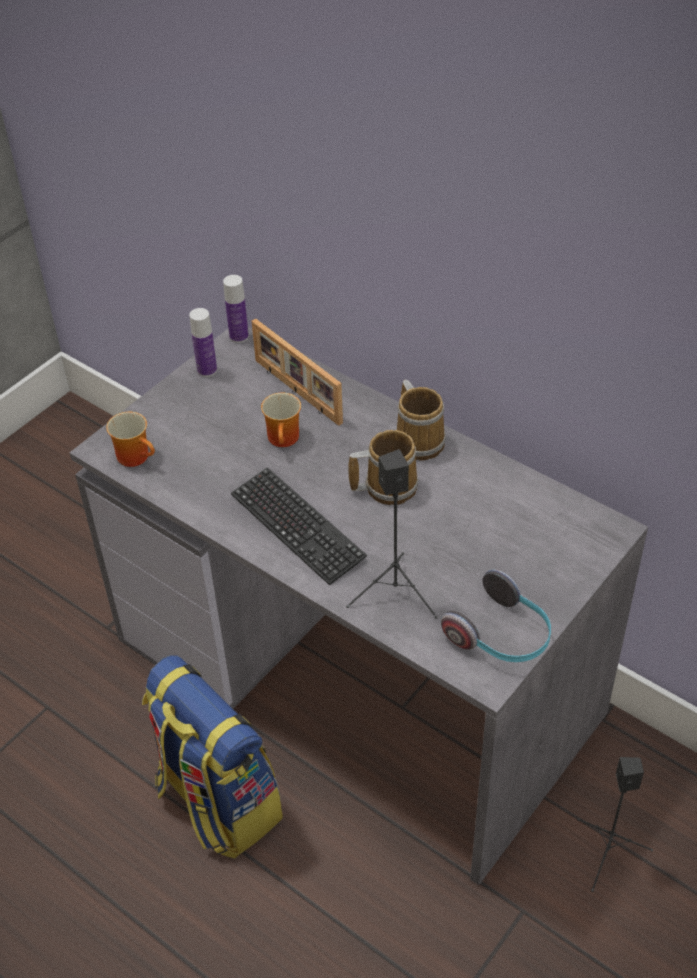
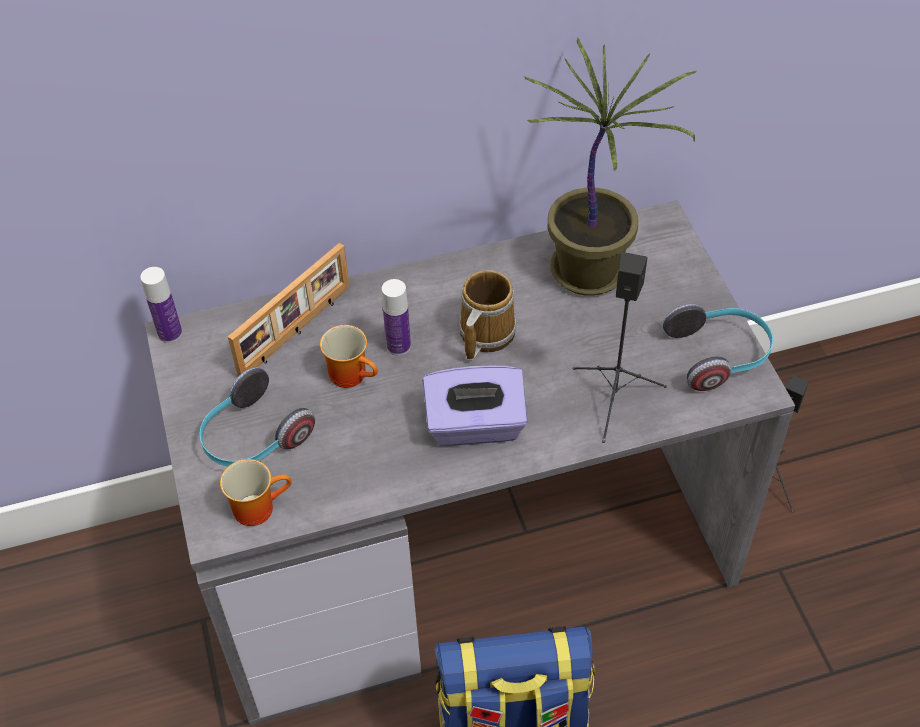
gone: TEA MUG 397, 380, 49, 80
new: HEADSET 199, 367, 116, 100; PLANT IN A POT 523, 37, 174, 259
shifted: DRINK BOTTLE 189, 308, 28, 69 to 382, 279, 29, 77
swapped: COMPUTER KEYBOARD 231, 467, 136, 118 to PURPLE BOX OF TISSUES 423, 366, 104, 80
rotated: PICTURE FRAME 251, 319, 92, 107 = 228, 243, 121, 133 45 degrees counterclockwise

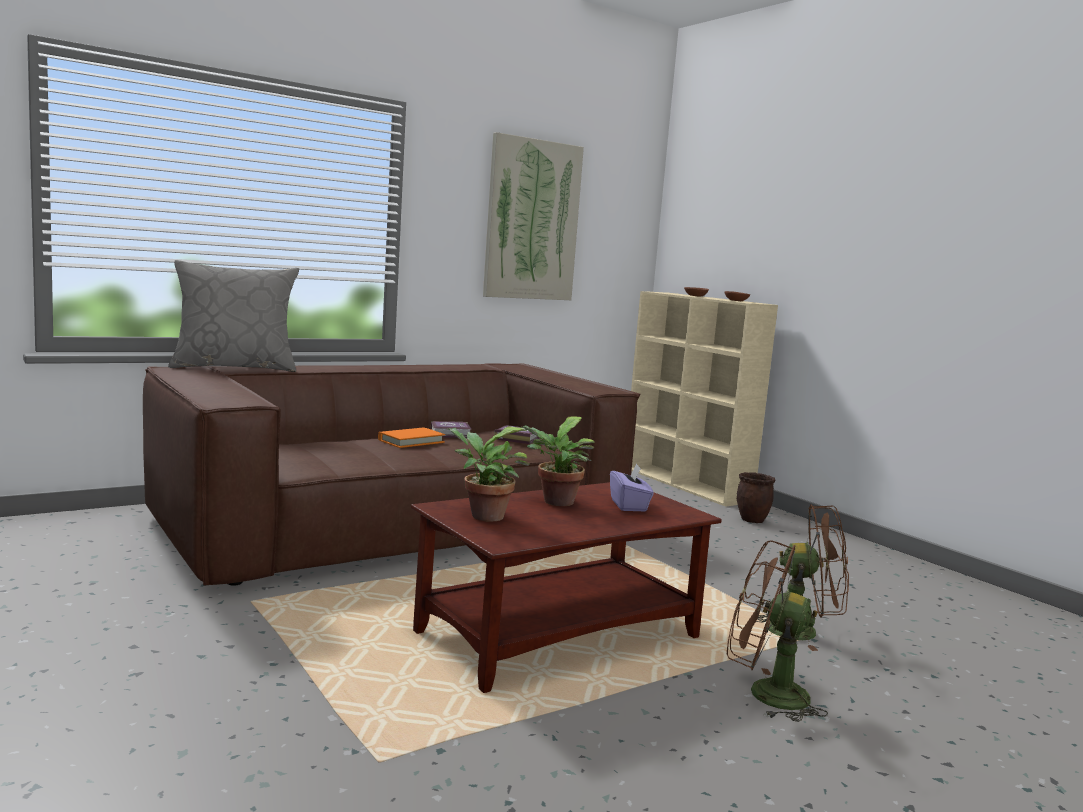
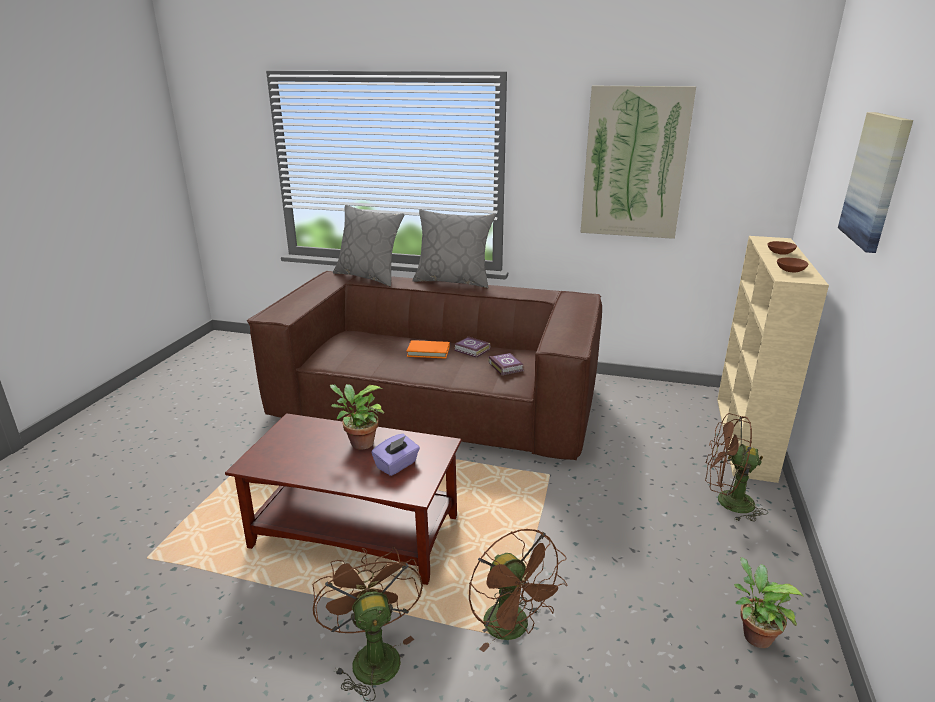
new: GREY CUSHION 413, 209, 83, 79; WALL ART 838, 112, 75, 141
shifted: PLANT IN A POT 447, 426, 83, 95 to 734, 557, 70, 91
swapped: BROWN PLANT POT 737, 472, 39, 51 to BROWN COOLING FAN 705, 413, 63, 109

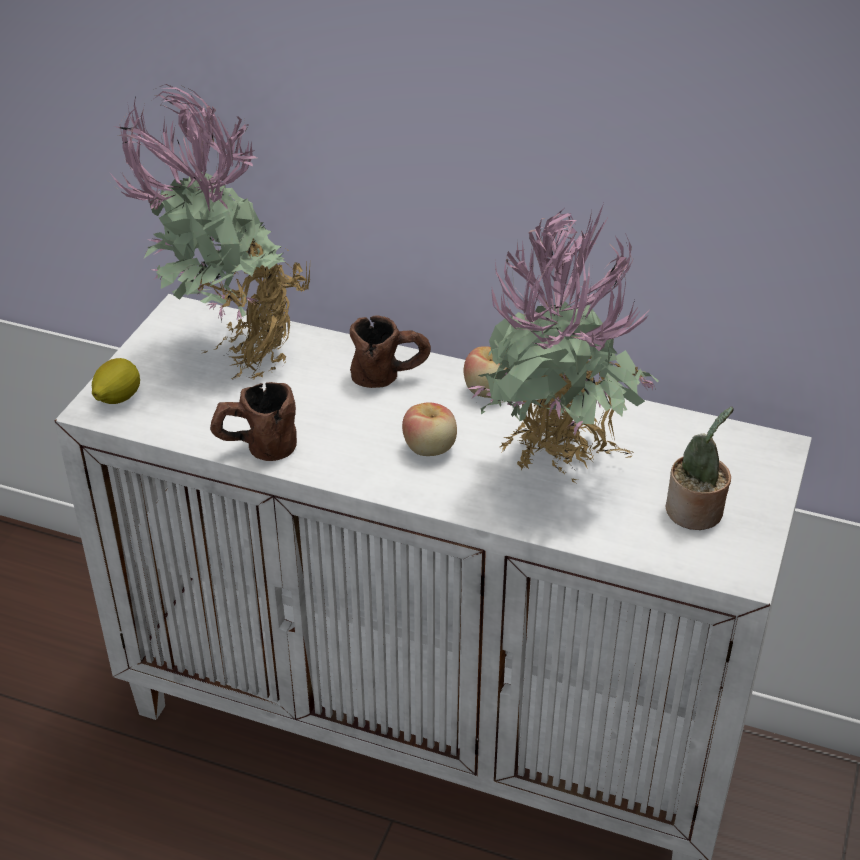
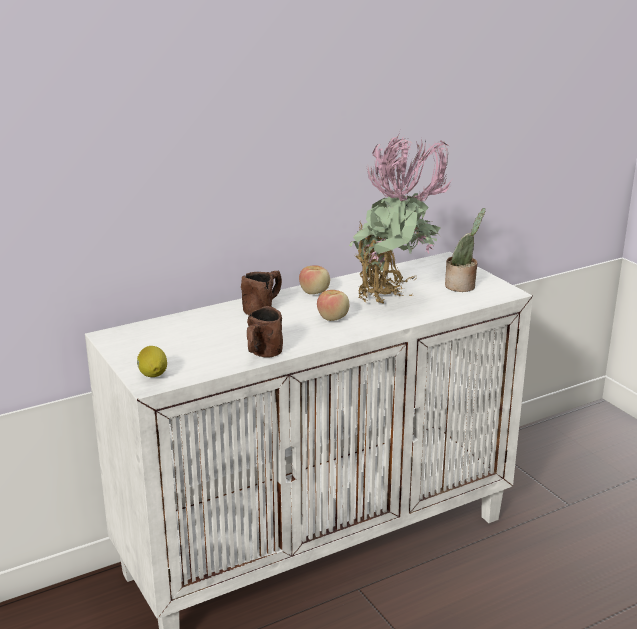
gone: PLANT IN A POT 110, 84, 201, 296

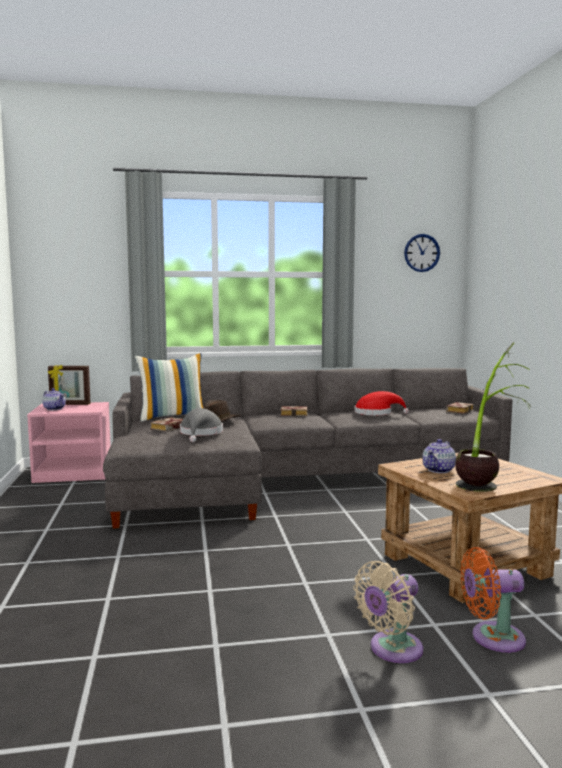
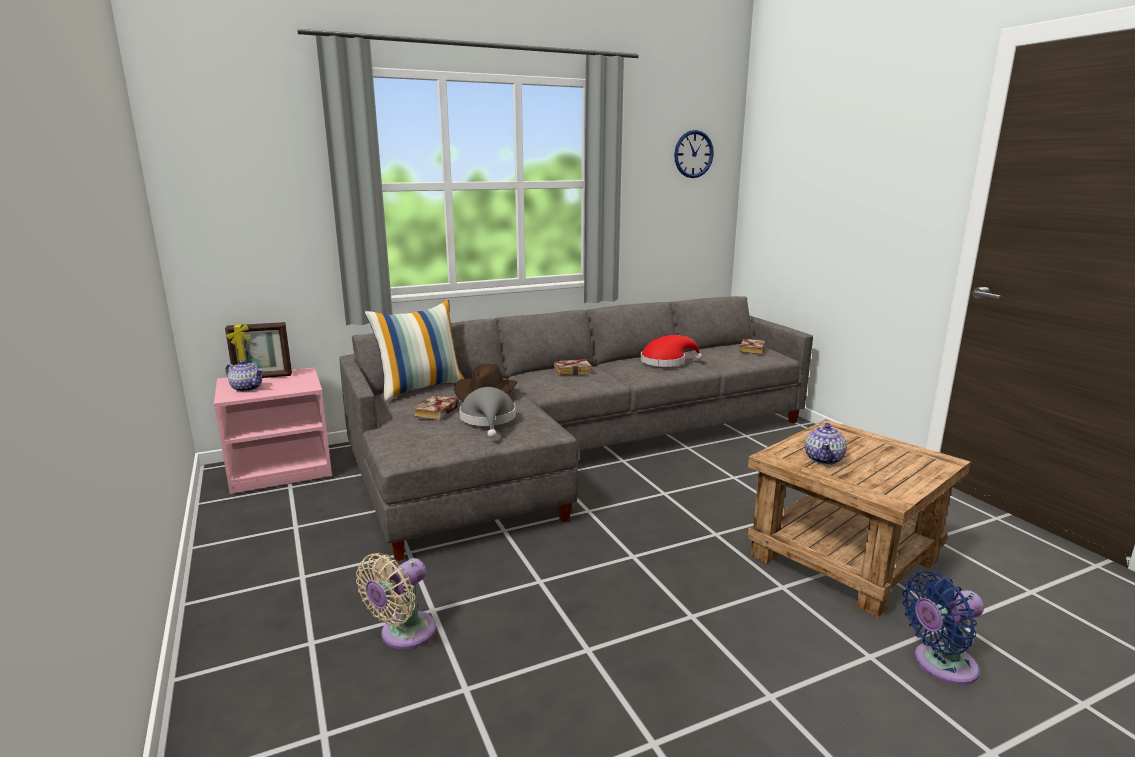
gone: PLANT IN A POT 455, 342, 75, 150
shifted: BEIGE-COLOURED COOLING FAN 353, 561, 70, 102 to 356, 553, 80, 96
repainted: ORANGE-COLOURED COOLING FAN 460, 547, 66, 106 to BLUE COOLING FAN 902, 571, 82, 114

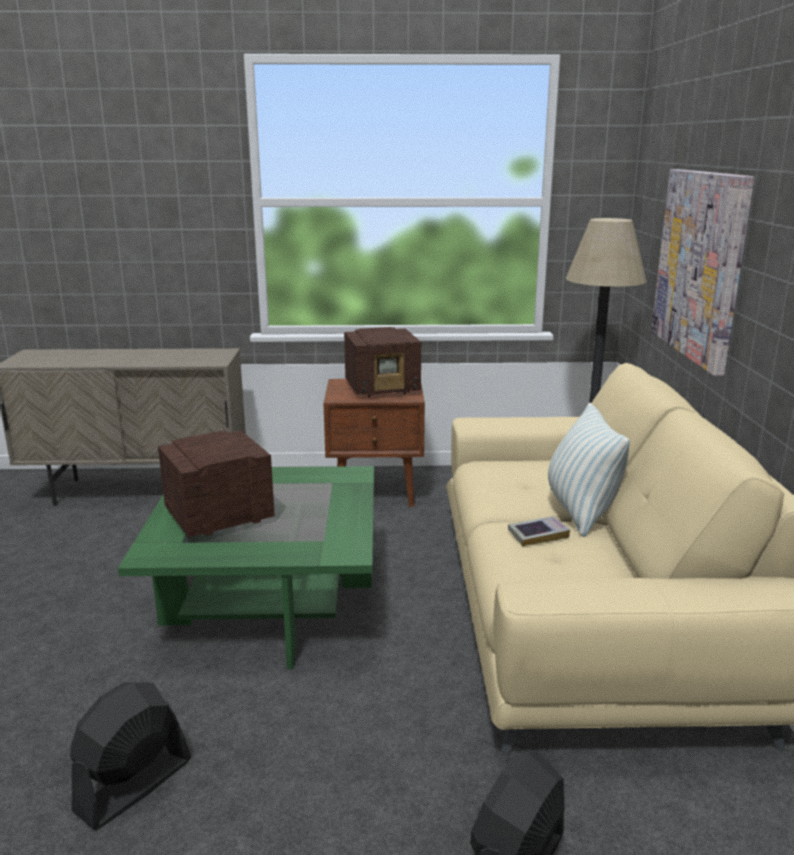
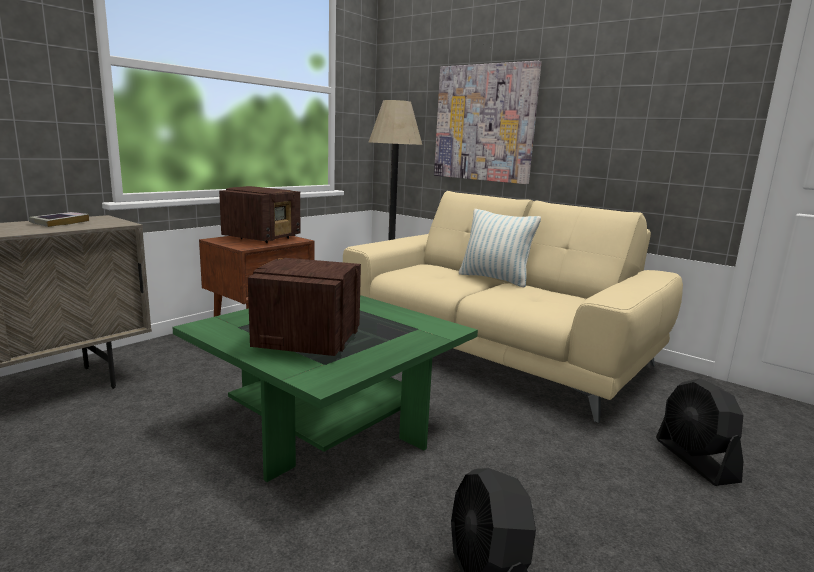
shifted: BOUND BOOK 508, 516, 62, 30 to 29, 212, 60, 15

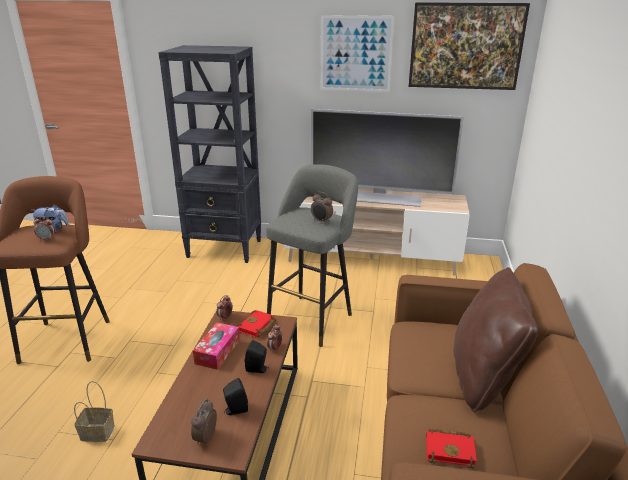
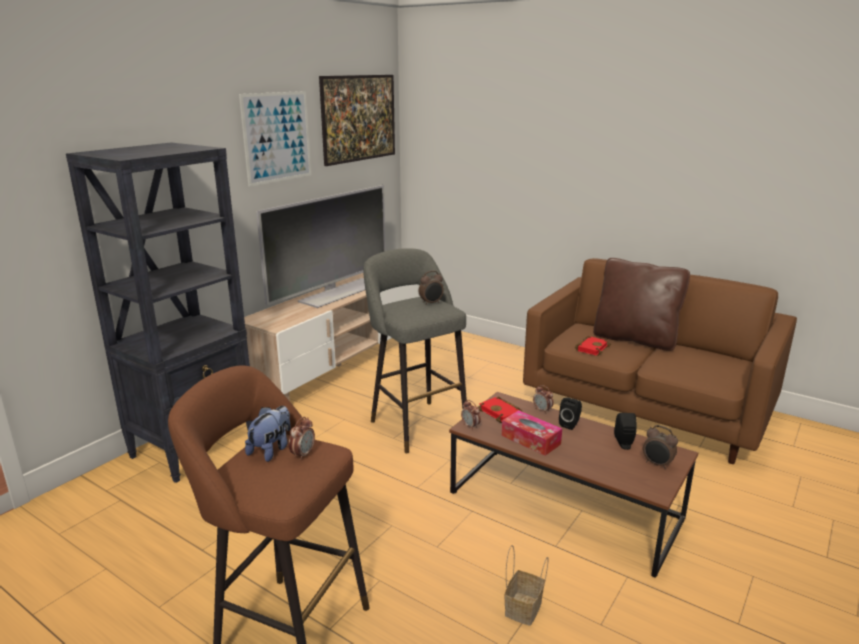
shifted: RED BOUND BOOK 426, 429, 51, 40 to 575, 336, 36, 20

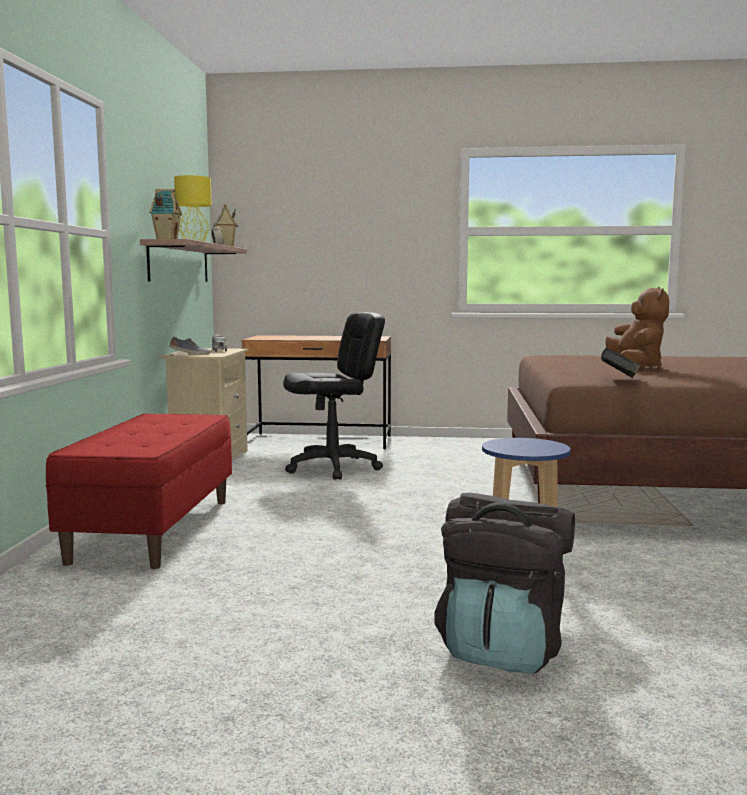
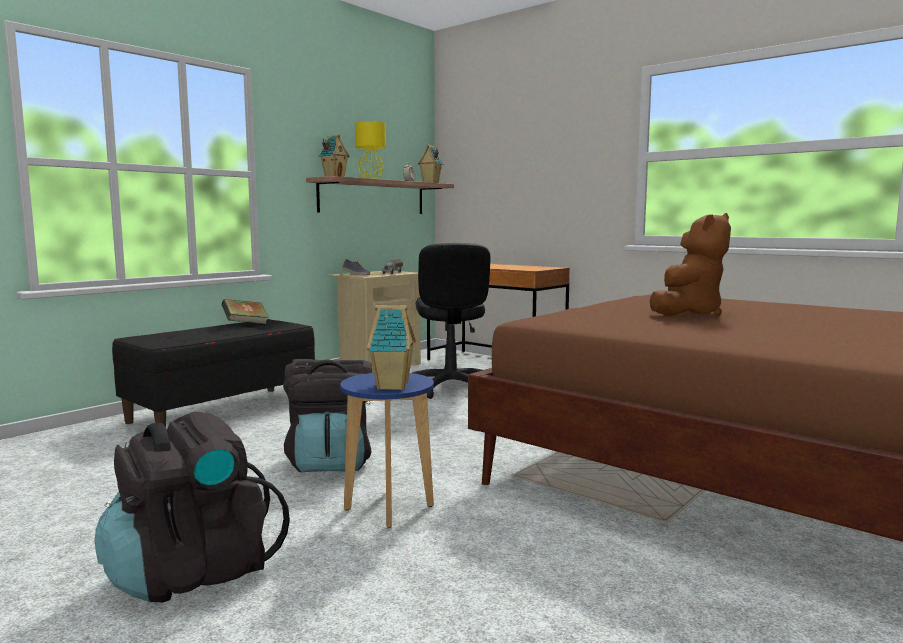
new: BLACK RUCKSACK 283, 359, 89, 113; MODEL HOUSE 367, 305, 49, 85
shifted: BOUND BOOK 601, 348, 40, 30 to 221, 299, 48, 25
repainted: RED LONG SEAT 46, 414, 186, 155 to BLACK LONG SEAT 112, 319, 203, 108
rotated: BLACK COMPUTER CHAIR 283, 312, 102, 168 = 412, 243, 79, 156 75 degrees clockwise

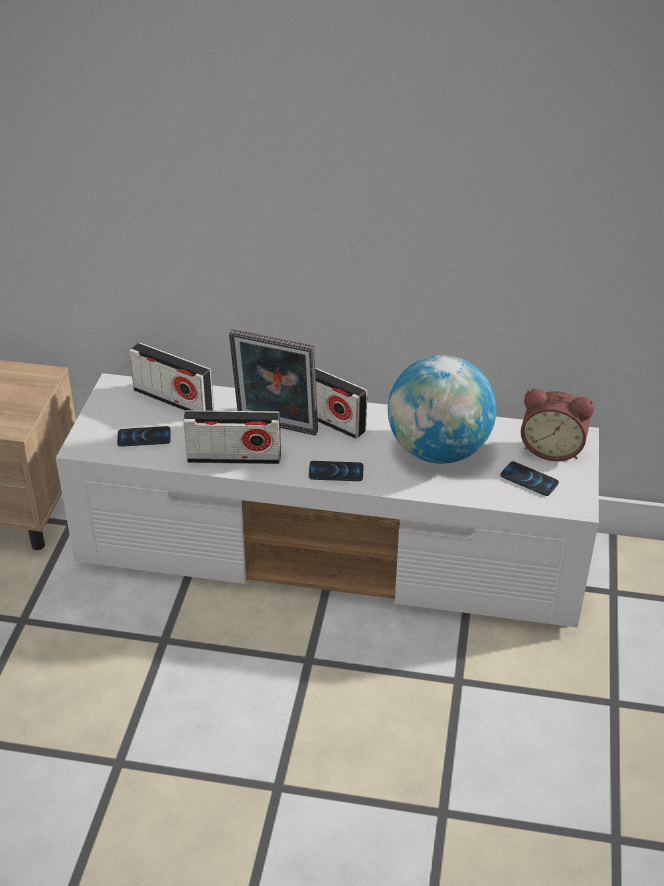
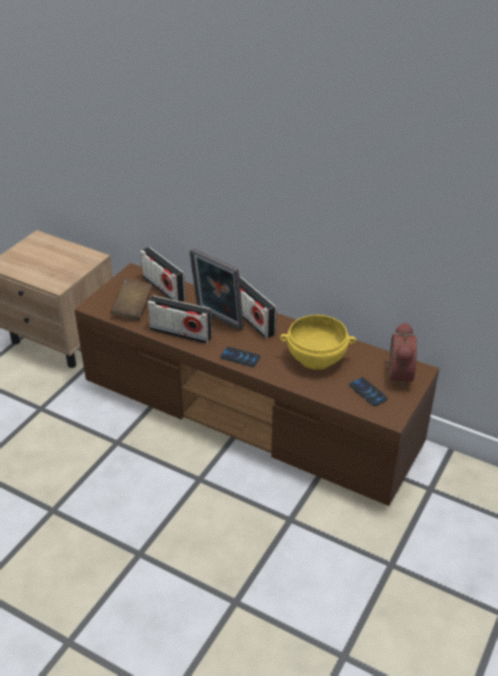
swapped: HANDSET 117, 426, 54, 21 to BROWN BOUND BOOK 111, 278, 41, 43; WORLD GLOBE 388, 355, 108, 109 to YELLOW-COLOURED SERVING BOWL 280, 315, 76, 55
repainted: WHITISH TV STAND 56, 373, 543, 255 to BROWN TV STAND 74, 263, 365, 243
rotated: BEDSIDE CLOCK 521, 389, 73, 72 = 385, 322, 32, 66 120 degrees counterclockwise

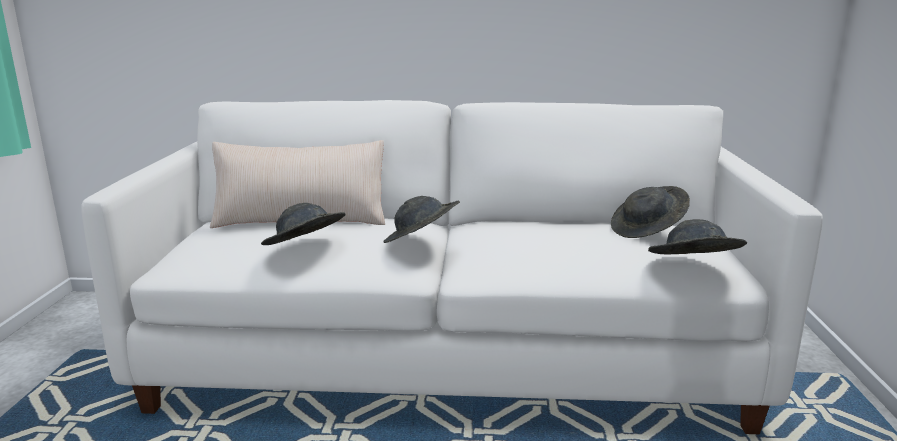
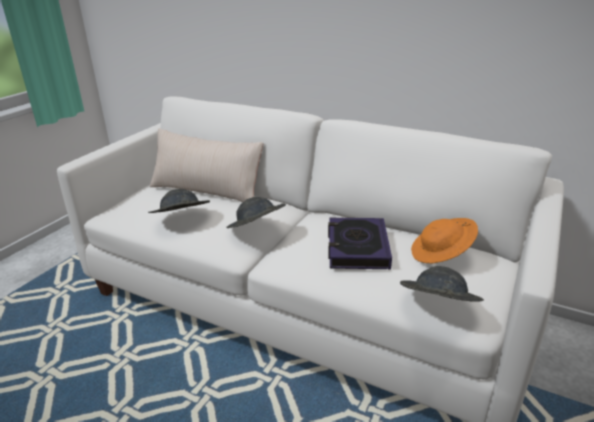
new: BOUND BOOK 328, 218, 64, 51
repainted: GREY HAT 611, 186, 79, 52 to ORANGE-COLOURED HAT 411, 218, 67, 45

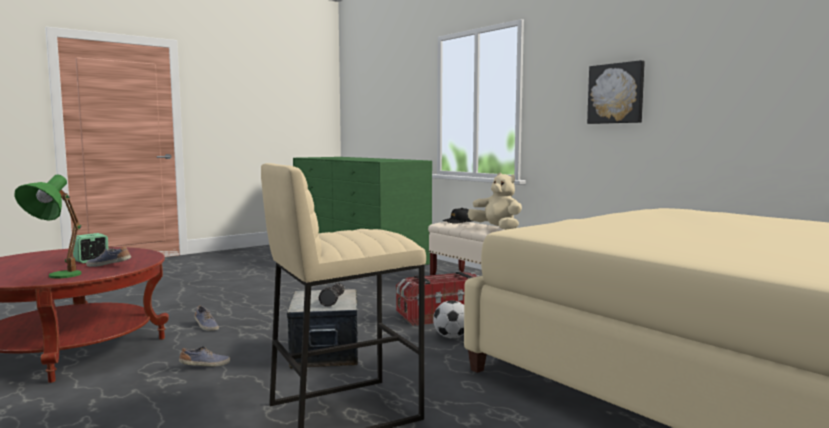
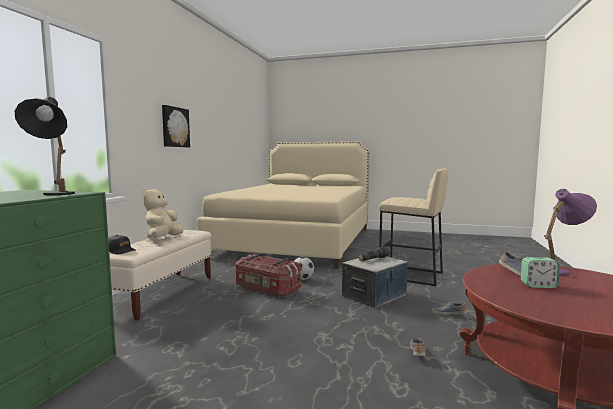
new: BLACK TABLETOP LAMP 15, 97, 60, 98
repainted: GREENISH TABLETOP LAMP 14, 174, 67, 104 to PURPLE TABLETOP LAMP 544, 189, 53, 87

